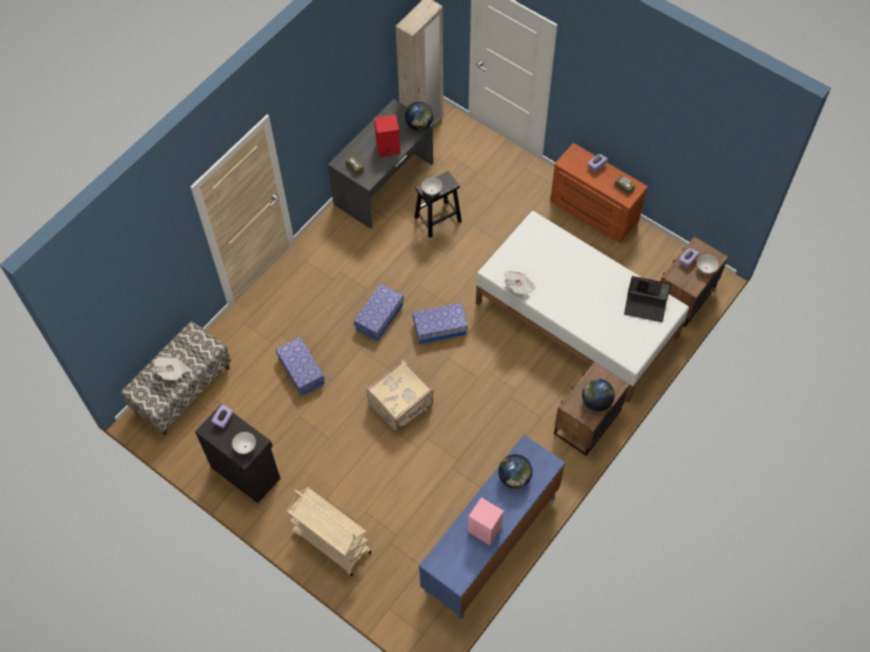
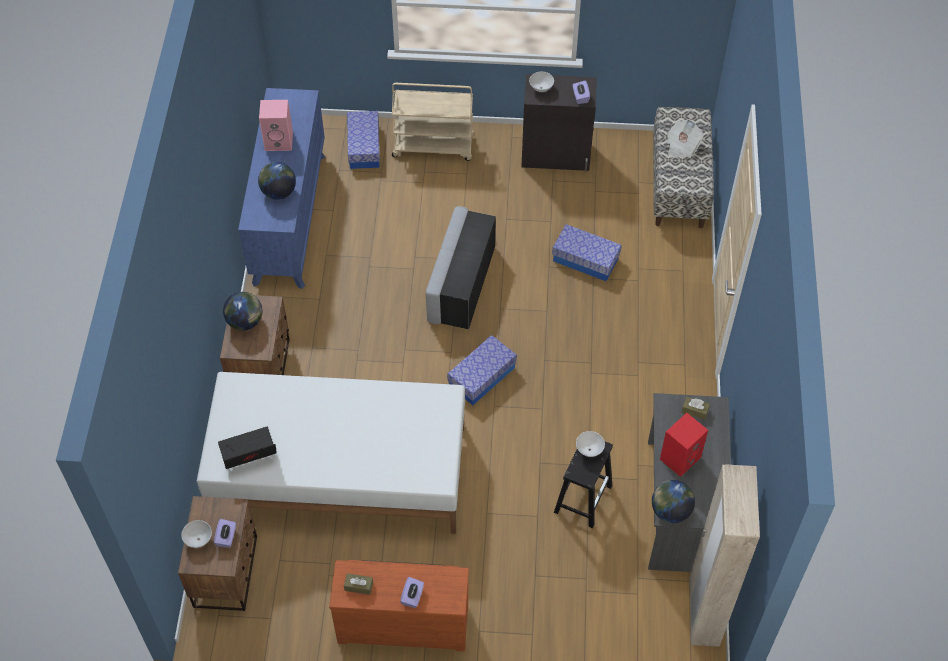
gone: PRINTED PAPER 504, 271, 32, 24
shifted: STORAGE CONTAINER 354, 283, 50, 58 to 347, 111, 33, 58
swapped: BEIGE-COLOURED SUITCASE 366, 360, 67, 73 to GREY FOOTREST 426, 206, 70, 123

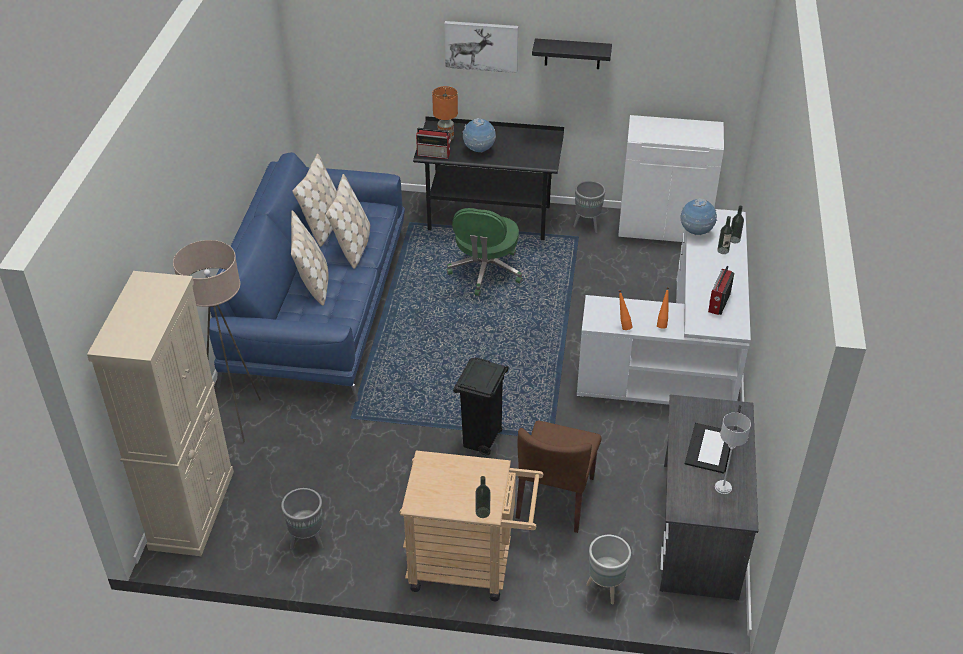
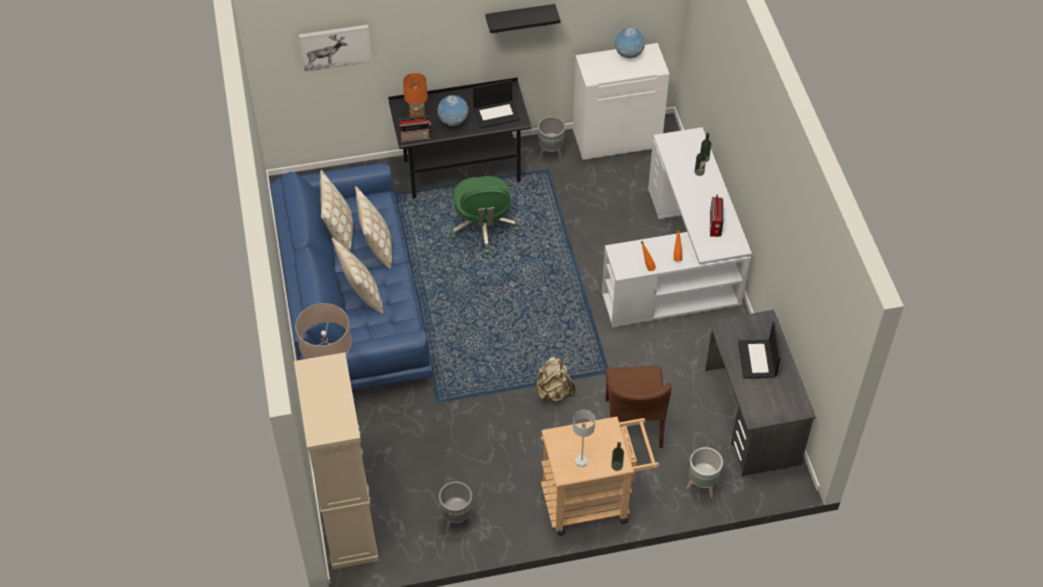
new: NOTEBOOK COMPUTER 473, 80, 47, 48
shifted: WALL ART 444, 21, 74, 52 to 299, 24, 73, 48; WORLD GLOBE 680, 198, 37, 37 to 615, 28, 30, 30; GREY TABLETOP LAMP 715, 412, 36, 82 to 573, 410, 22, 57
swapped: BLACK RUBBISH BIN 453, 357, 56, 98 to BEIGE-COLOURED RUCKSACK 535, 356, 40, 46

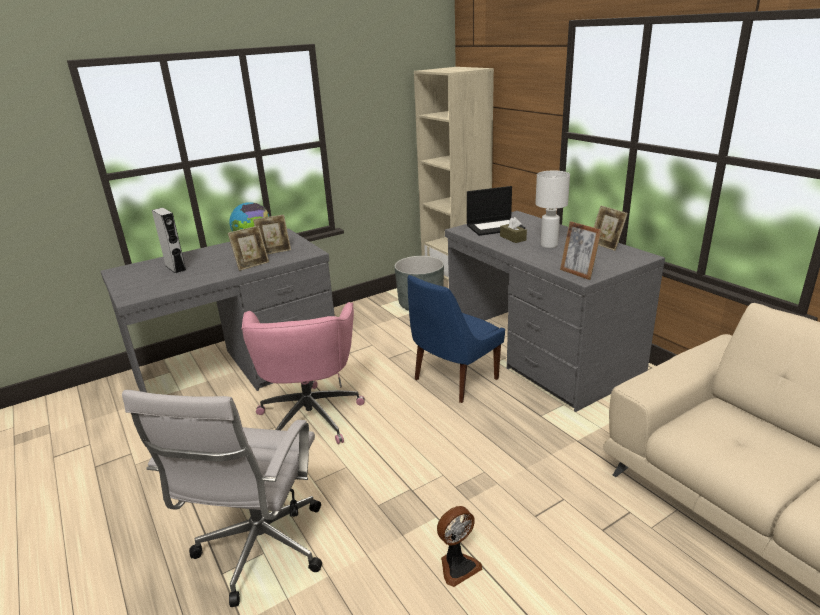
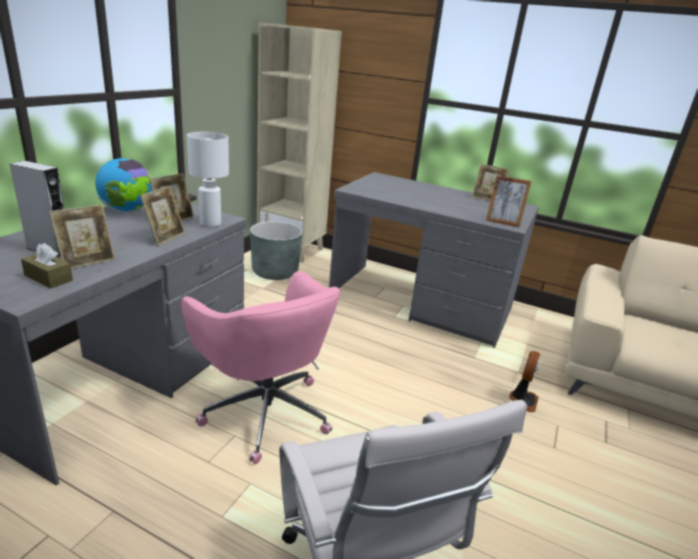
gone: BLUE CHAIR 408, 275, 97, 128; NOTEBOOK COMPUTER 467, 186, 58, 50
new: PICTURE FRAME 49, 204, 66, 65
shifted: COOLING FAN 437, 506, 45, 81 to 509, 351, 31, 61; BROWN BOX OF TISSUES 500, 217, 27, 26 to 21, 243, 52, 45; WHITISH TABLETOP LAMP 535, 170, 35, 78 to 187, 132, 42, 95

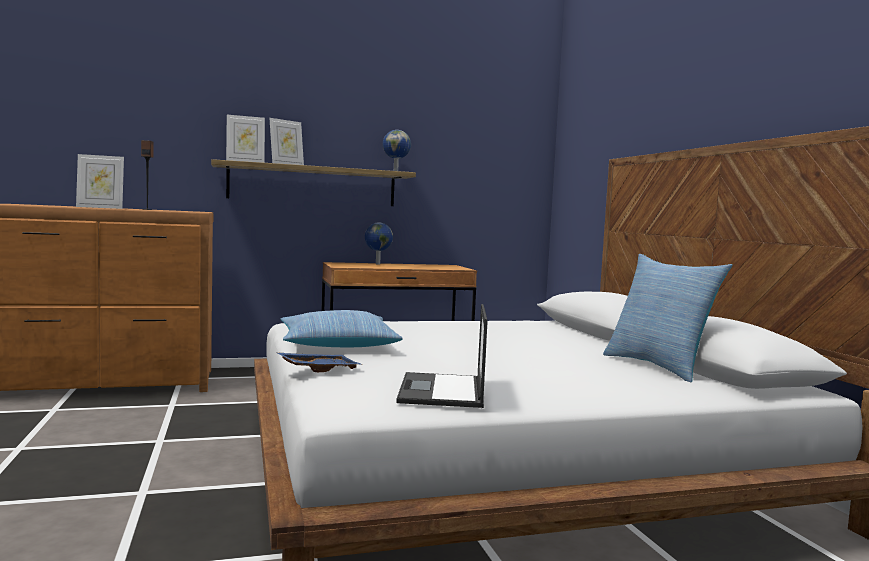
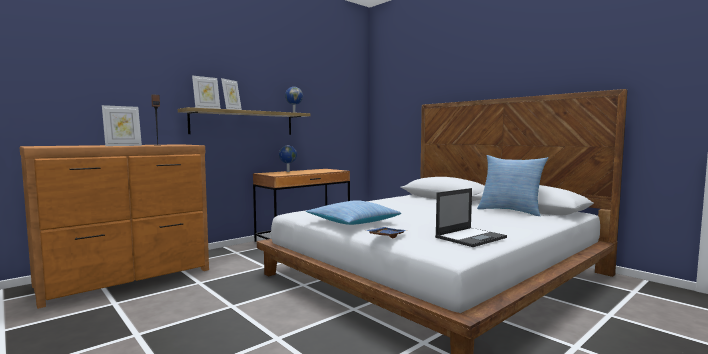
rotated: NOTEBOOK COMPUTER 396, 304, 92, 104 = 435, 188, 72, 59 105 degrees counterclockwise

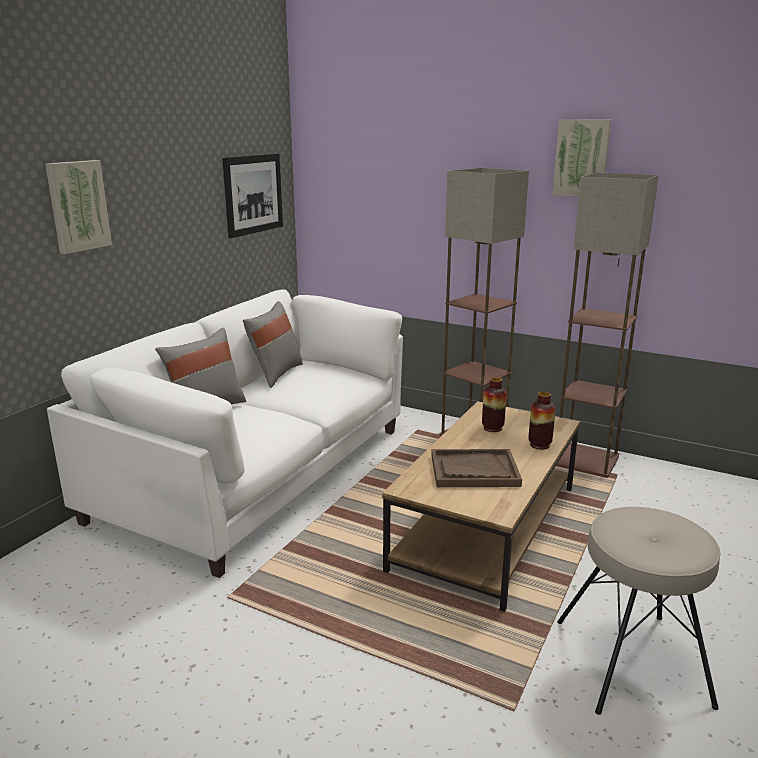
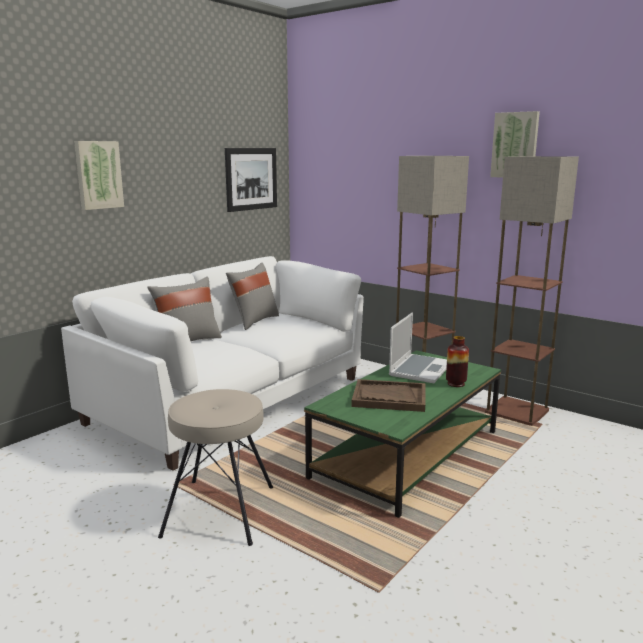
shifted: BEIGE-COLOURED SITTING STOOL 557, 507, 163, 208 to 158, 389, 115, 157
swapped: FLOWER VASE 482, 377, 25, 55 to NOTEBOOK COMPUTER 389, 312, 58, 71
repainted: BROWN LOW TABLE 382, 401, 198, 211 to GREENISH LOW TABLE 304, 350, 197, 168

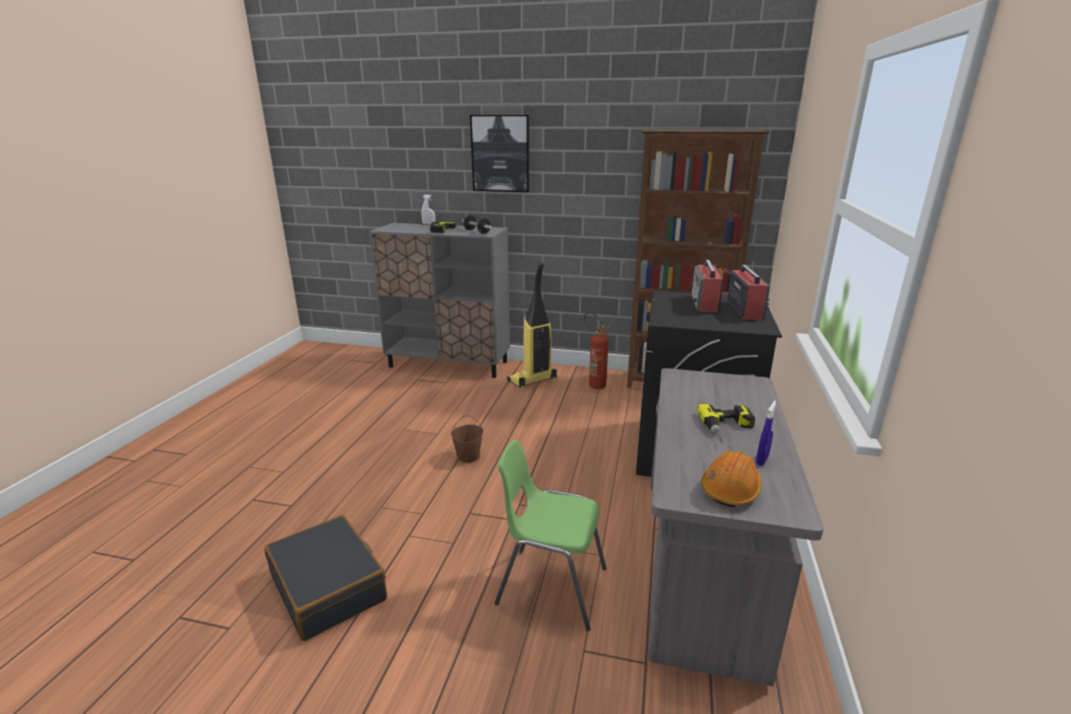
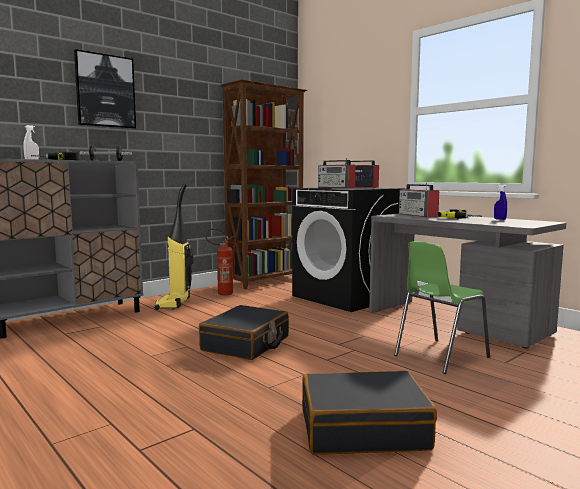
gone: ORANGE-COLOURED WORK HELMET 701, 450, 61, 57
new: RADIO 399, 183, 40, 34
swapped: BROWN WATER BUCKET 451, 415, 32, 48 to BLACK SUITCASE 199, 305, 90, 55

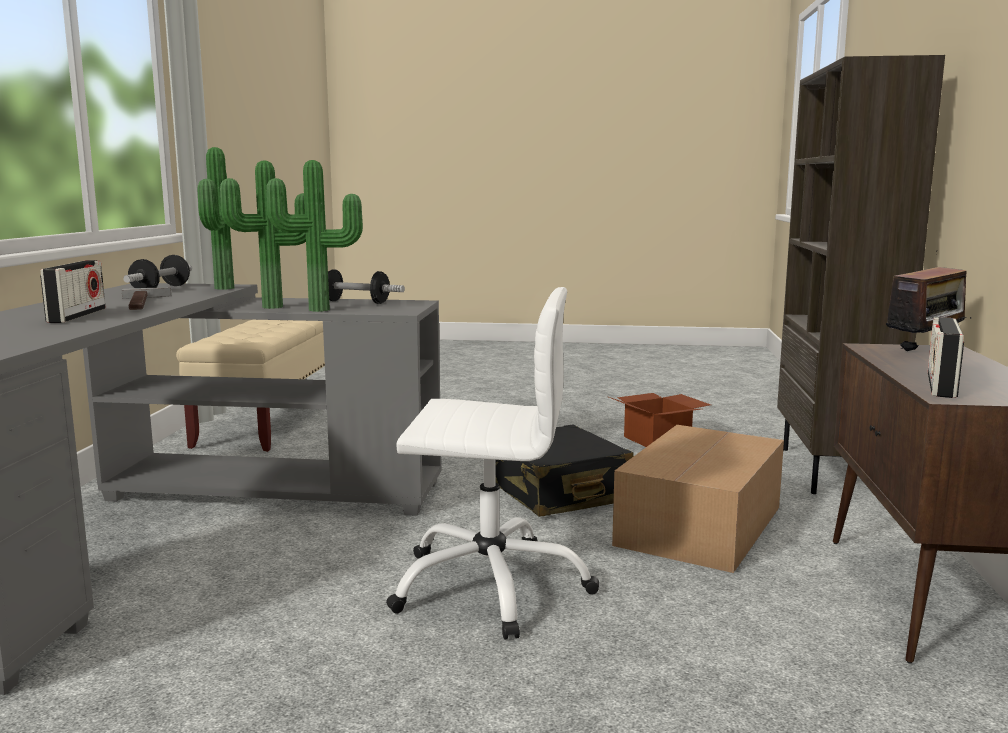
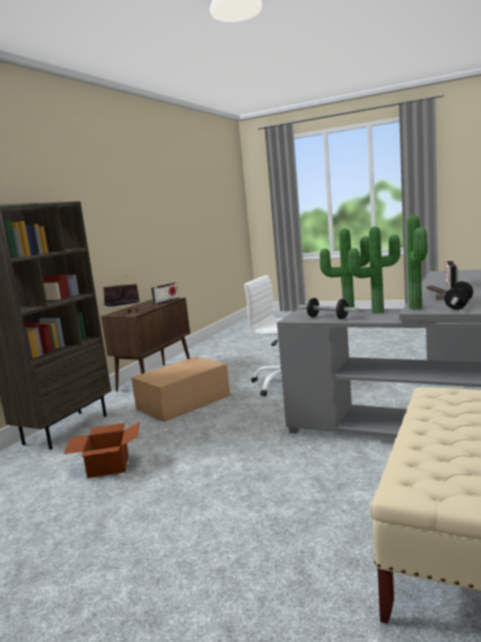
gone: BLACK SUITCASE 495, 425, 139, 92

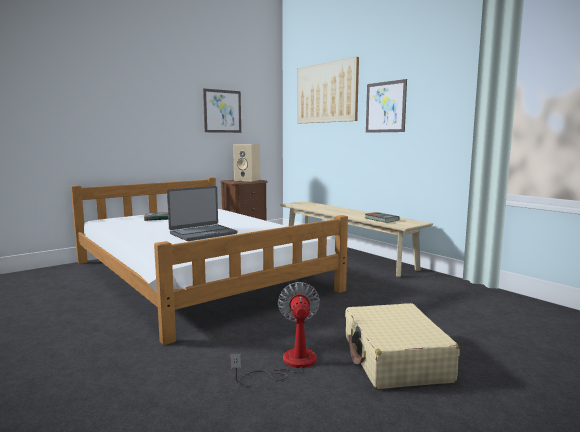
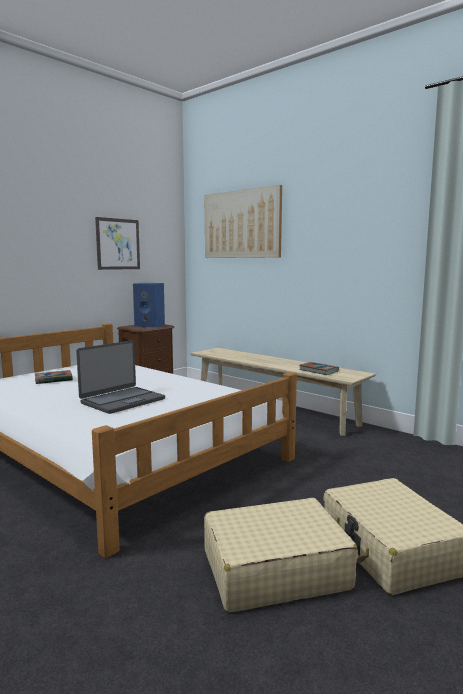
gone: WALL ART 366, 79, 41, 54
swapped: COOLING FAN 230, 282, 90, 100 to BEIGE-COLOURED SUITCASE 204, 498, 154, 114
repainted: BEIGE-COLOURED SPEAKER 233, 144, 27, 37 to BLUE SPEAKER 133, 283, 32, 44

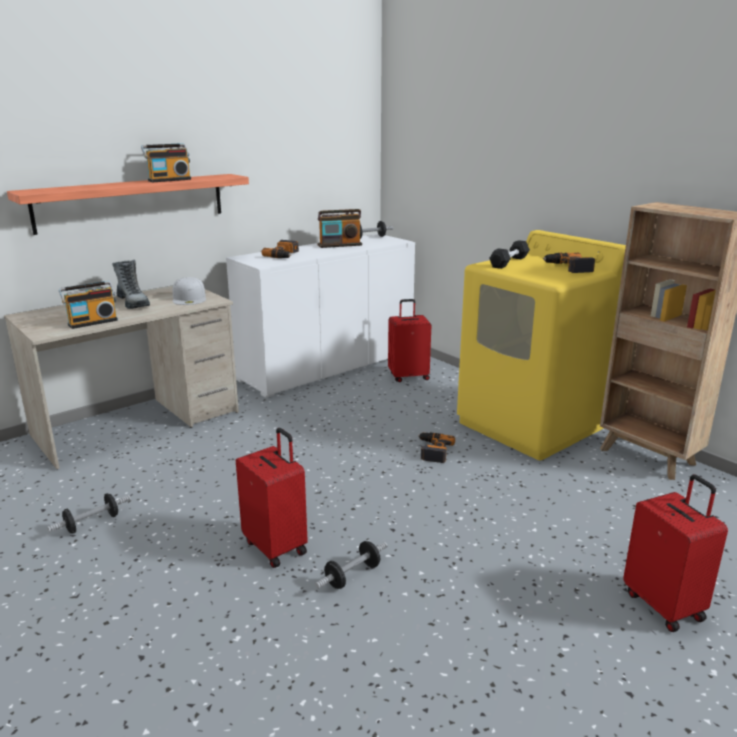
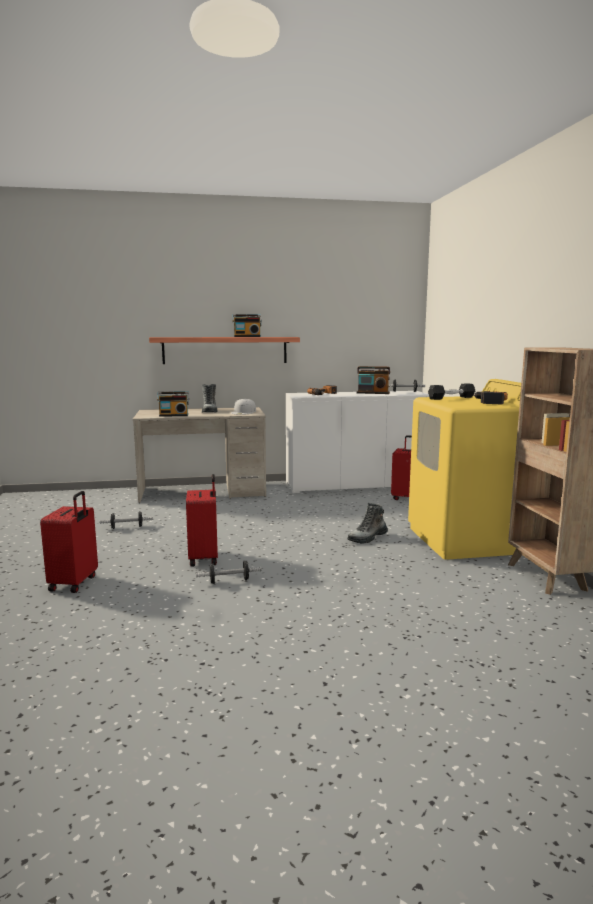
shifted: RED SUITCASE 623, 474, 105, 158 to 40, 491, 58, 102
swapped: ELECTRIC DRILL 418, 433, 37, 30 to BOOT 347, 503, 41, 41

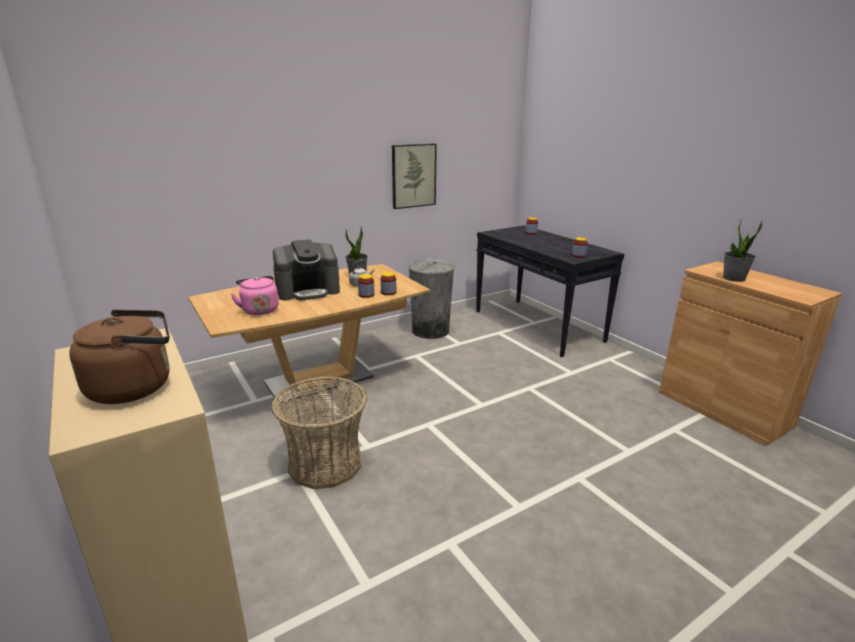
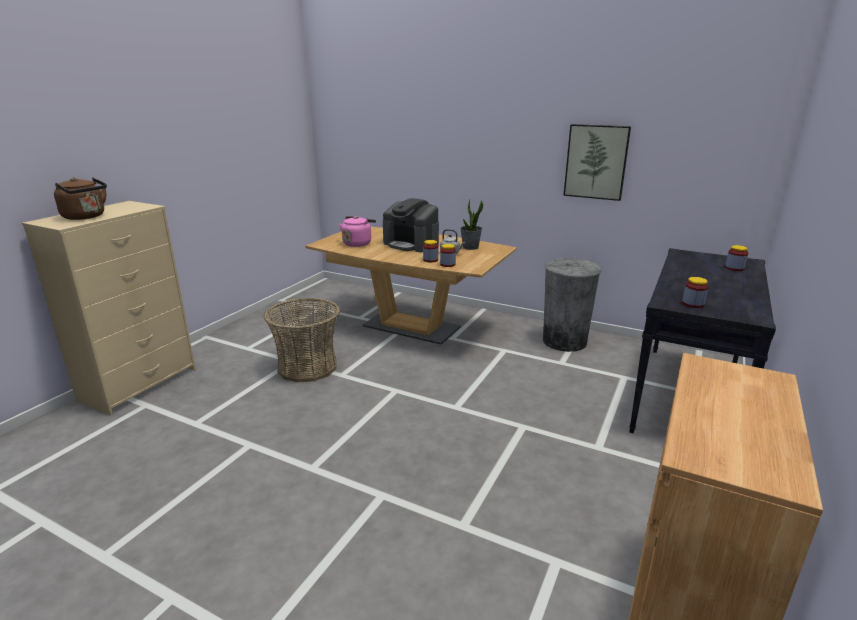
gone: PLANT IN A POT 723, 219, 40, 63

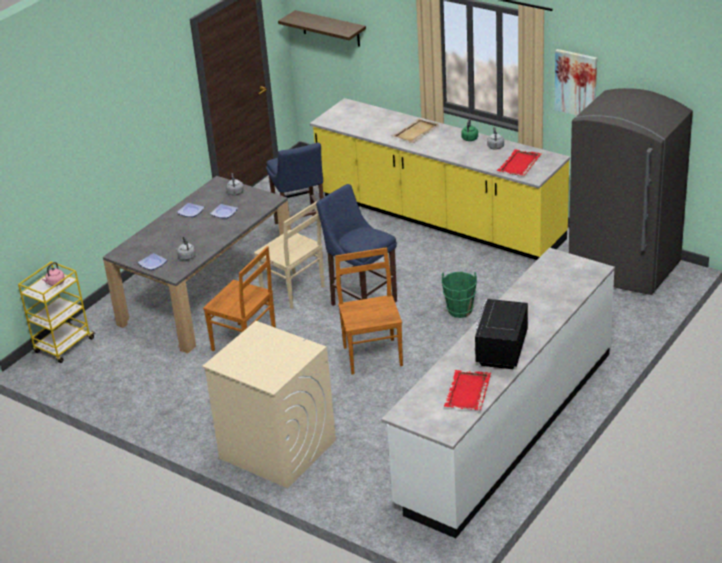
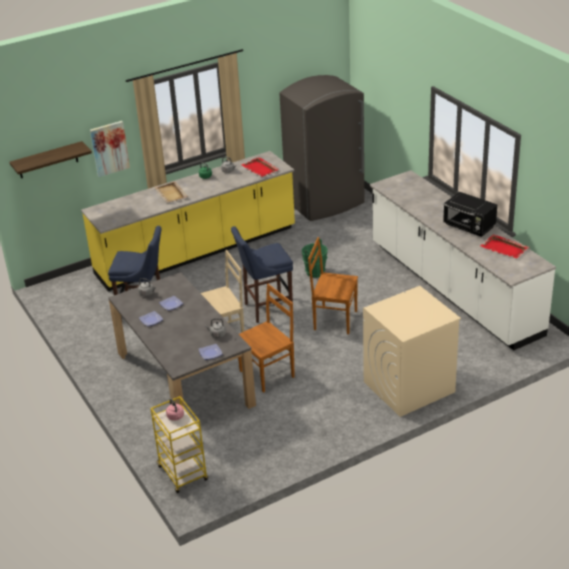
shifted: WALL ART 554, 49, 43, 67 to 90, 121, 40, 56

